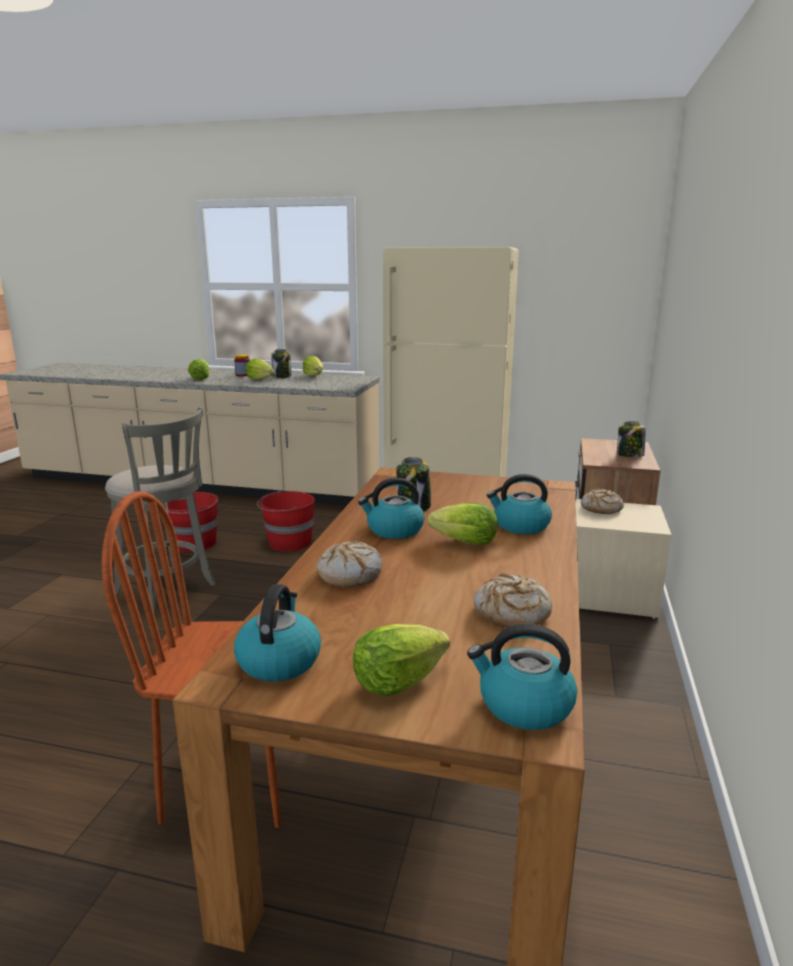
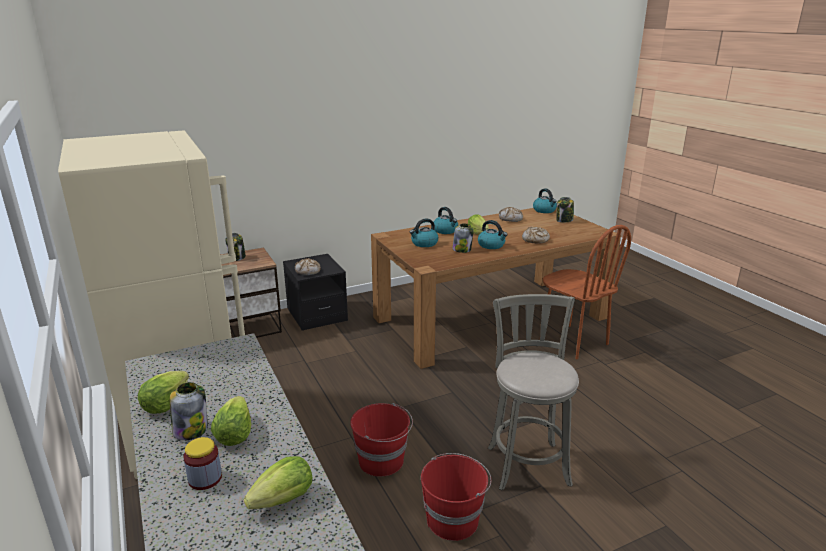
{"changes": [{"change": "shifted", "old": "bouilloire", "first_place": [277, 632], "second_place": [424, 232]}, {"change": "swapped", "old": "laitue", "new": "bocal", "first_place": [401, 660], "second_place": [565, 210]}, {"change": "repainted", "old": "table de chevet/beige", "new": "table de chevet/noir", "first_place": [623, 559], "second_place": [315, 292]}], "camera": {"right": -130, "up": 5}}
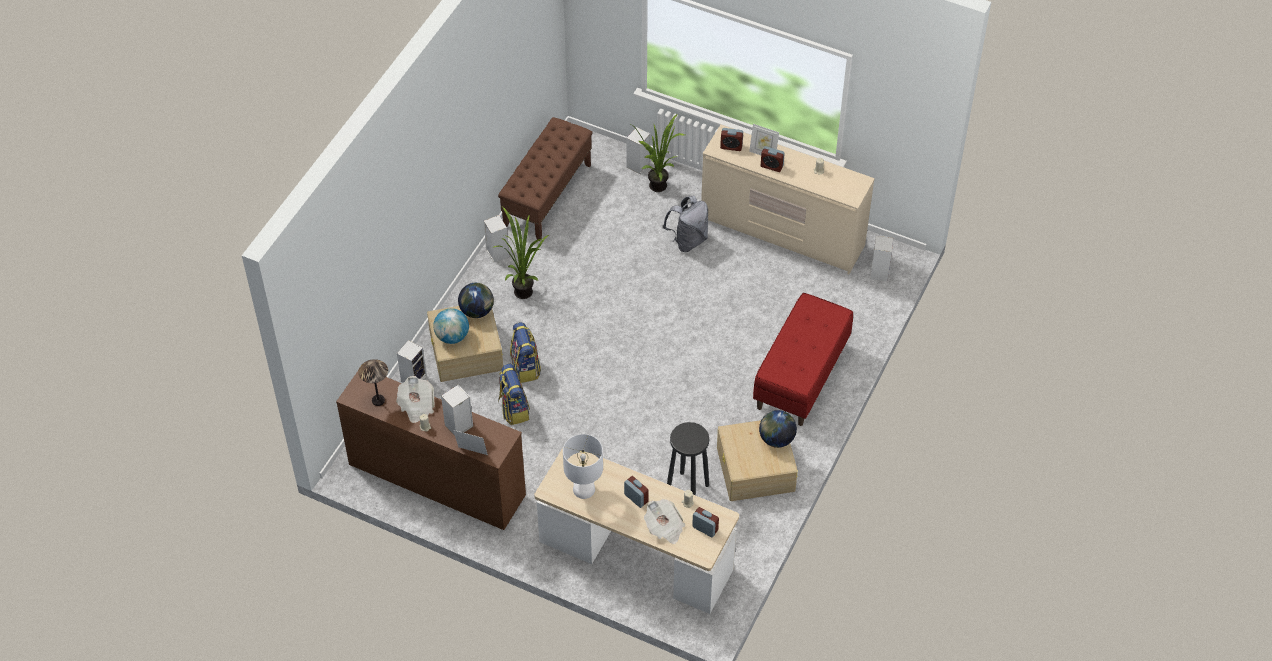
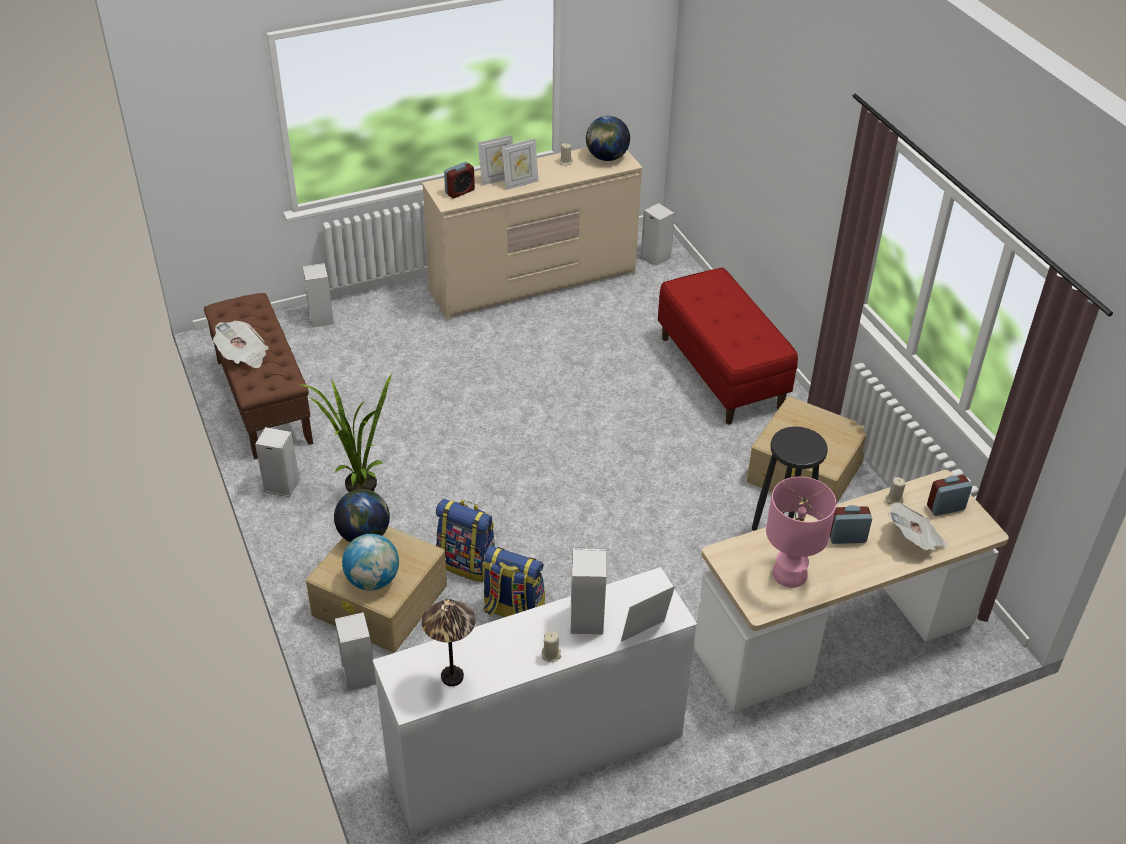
{"changes": [{"change": "repainted", "old": "commode/marron", "new": "commode/blanc", "first_place": [431, 450], "second_place": [535, 701]}, {"change": "shifted", "old": "journal", "first_place": [415, 399], "second_place": [241, 344]}, {"change": "repainted", "old": "lampe de table/blanc", "new": "lampe de table/rose", "first_place": [583, 466], "second_place": [801, 532]}, {"change": "gone", "old": "plante en pot", "first_place": [658, 153]}, {"change": "gone", "old": "sac à dos/gris", "first_place": [685, 224]}, {"change": "shifted", "old": "globe", "first_place": [778, 429], "second_place": [608, 138]}, {"change": "swapped", "old": "réveil", "new": "cadre photo", "first_place": [773, 159], "second_place": [520, 164]}], "camera": {"right": -50, "up": -10}}
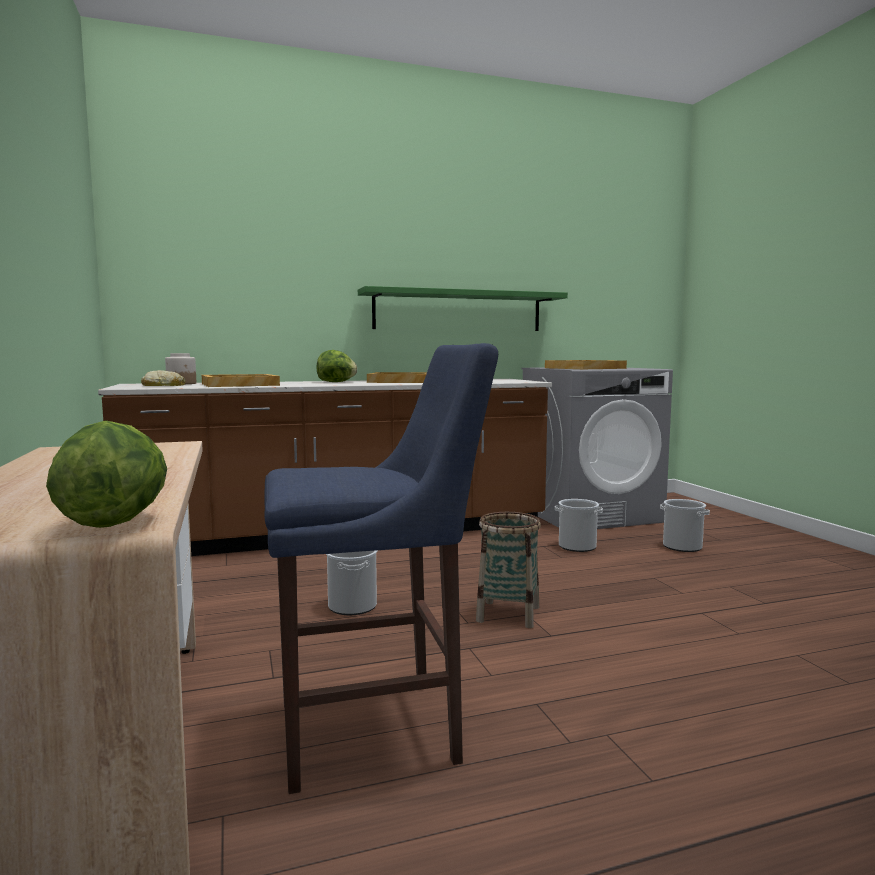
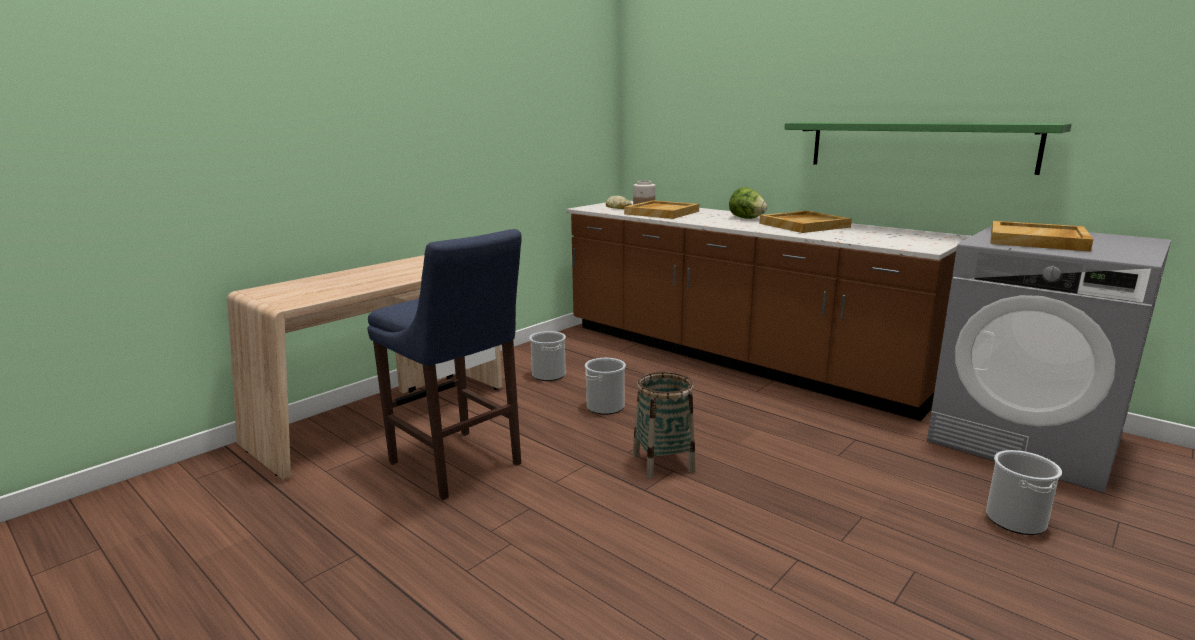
{"changes": [{"change": "gone", "old": "laitue", "first_place": [106, 474]}, {"change": "shifted", "old": "seau", "first_place": [579, 525], "second_place": [547, 356]}], "camera": {"right": 60, "up": 10}}
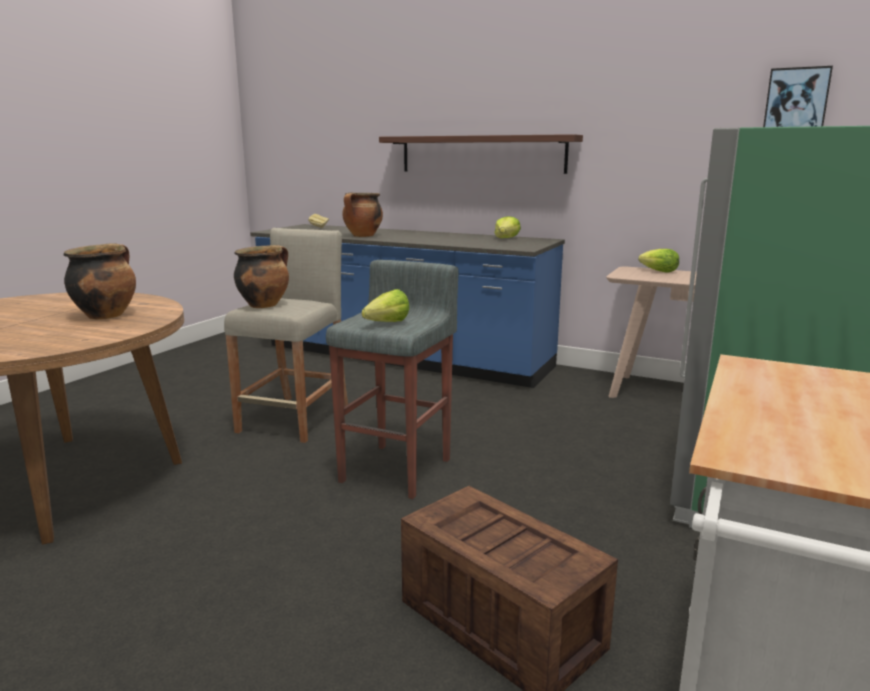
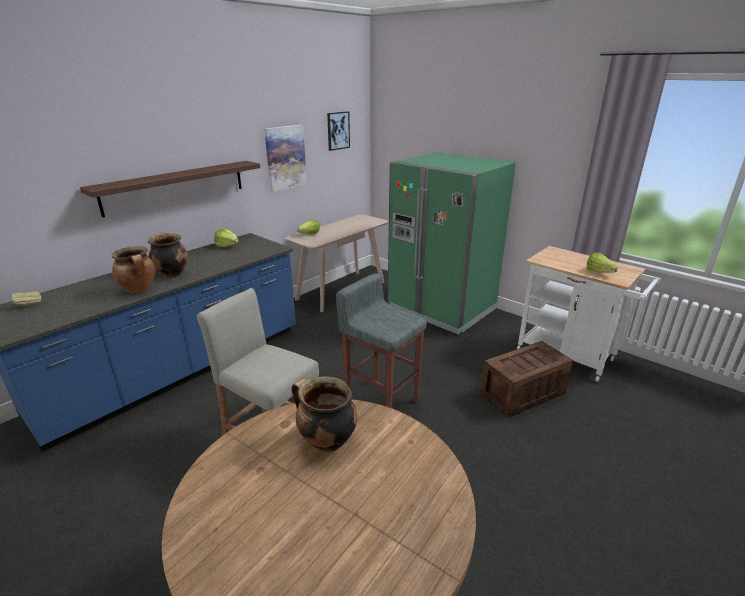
{"changes": [{"change": "shifted", "old": "marmite", "first_place": [261, 276], "second_place": [168, 255]}, {"change": "shifted", "old": "laitue", "first_place": [386, 305], "second_place": [602, 263]}, {"change": "new", "new": "tableau", "second_place": [285, 158]}], "camera": {"right": -75, "up": 10}}
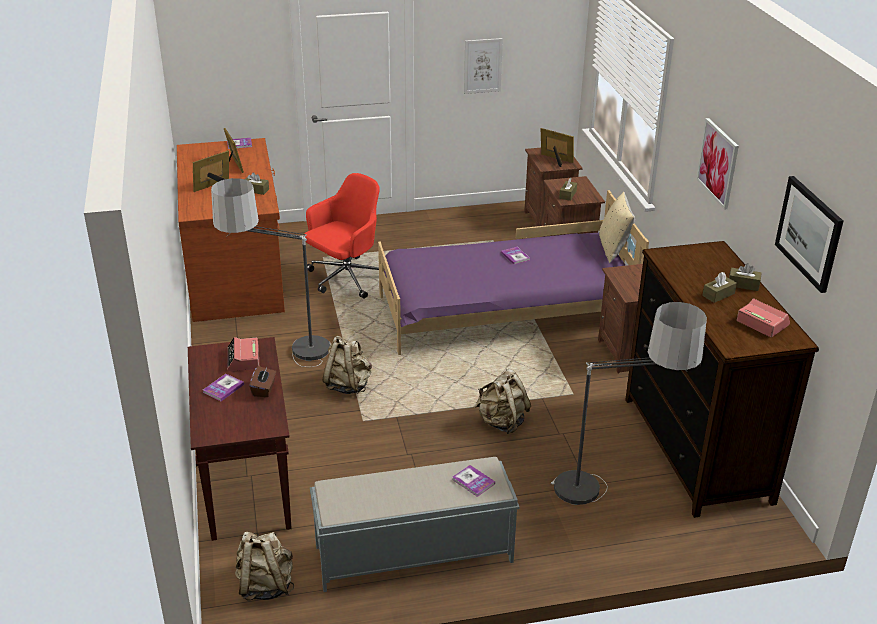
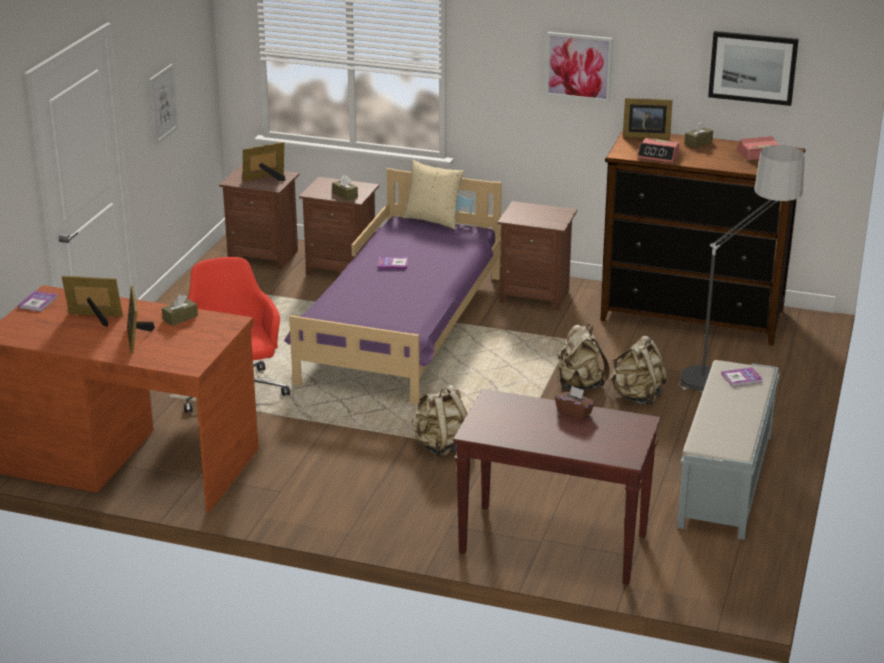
{"changes": [{"change": "gone", "old": "livre", "first_place": [223, 387]}, {"change": "gone", "old": "lampadaire", "first_place": [271, 272]}, {"change": "shifted", "old": "réveil", "first_place": [243, 354], "second_place": [658, 150]}, {"change": "shifted", "old": "sac à dos/beige", "first_place": [264, 566], "second_place": [638, 371]}, {"change": "gone", "old": "boîte à mouchoirs/marron", "first_place": [719, 287]}, {"change": "new", "new": "cadre photo", "second_place": [648, 118]}], "camera": {"right": -60, "up": -5}}
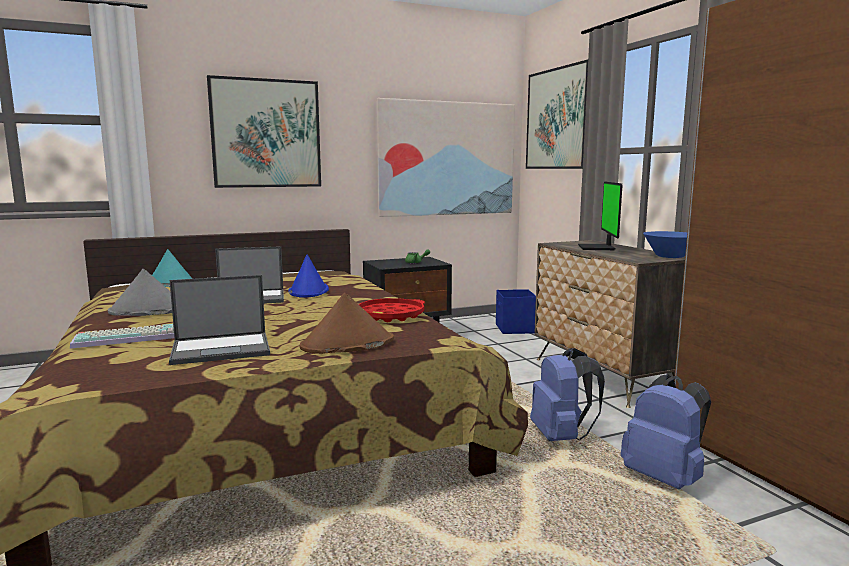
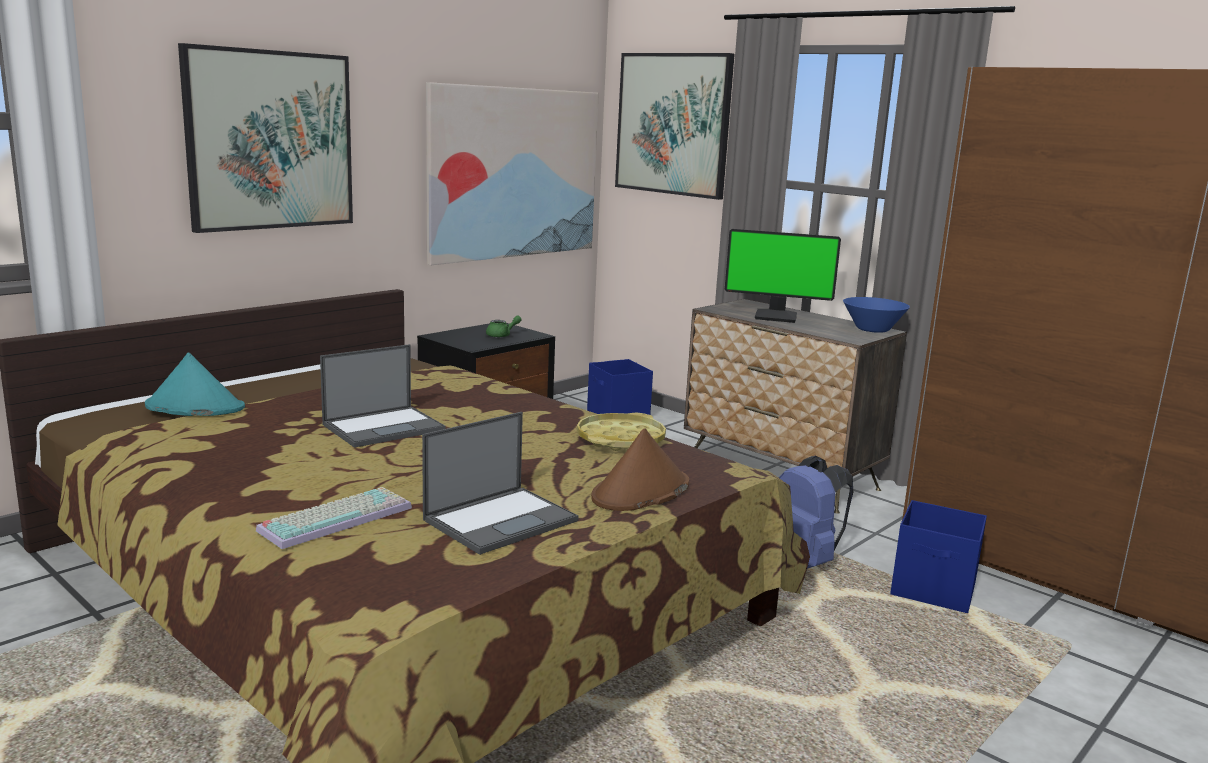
{"changes": [{"change": "gone", "old": "chapeau/gris", "first_place": [140, 292]}, {"change": "gone", "old": "chapeau/bleu", "first_place": [309, 276]}, {"change": "repainted", "old": "plateau/rouge", "new": "plateau/jaune", "first_place": [391, 310], "second_place": [621, 432]}, {"change": "rotated", "old": "écran d'ordinateur", "first_place": [600, 216], "second_place": [783, 276], "degrees": -60}, {"change": "swapped", "old": "sac à dos/bleu", "new": "boîte de rangement/bleu", "first_place": [666, 431], "second_place": [938, 556]}], "camera": {"right": -25, "up": 5}}
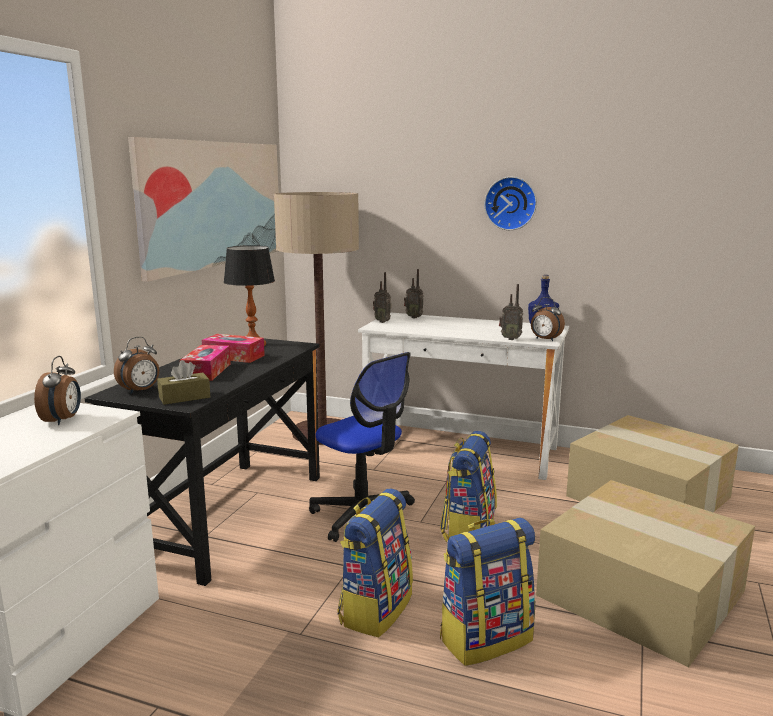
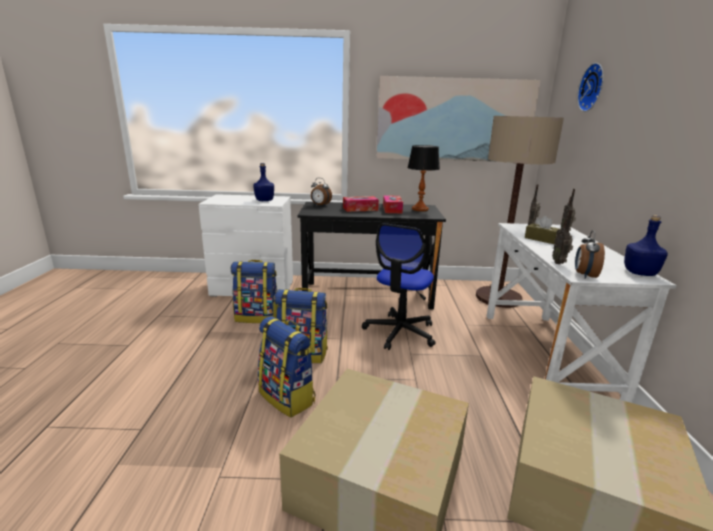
{"changes": [{"change": "swapped", "old": "réveil", "new": "bouteille/bleu", "first_place": [57, 390], "second_place": [263, 182]}, {"change": "shifted", "old": "boîte à mouchoirs/marron", "first_place": [183, 382], "second_place": [542, 230]}, {"change": "shifted", "old": "sac à dos", "first_place": [468, 486], "second_place": [254, 291]}, {"change": "shifted", "old": "horloge murale", "first_place": [510, 203], "second_place": [590, 87]}], "camera": {"right": 70, "up": 5}}
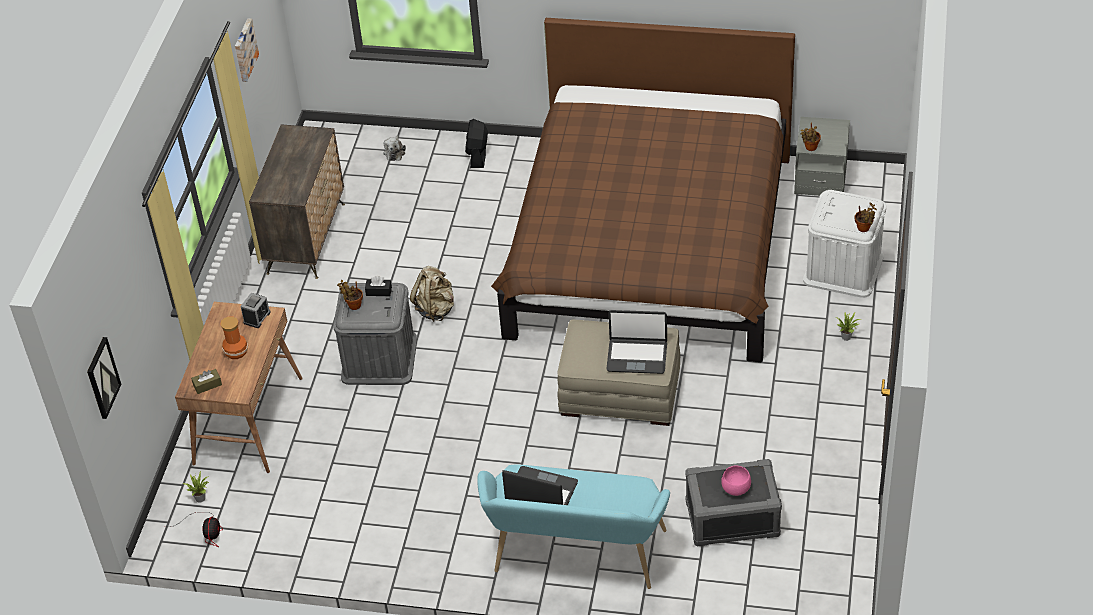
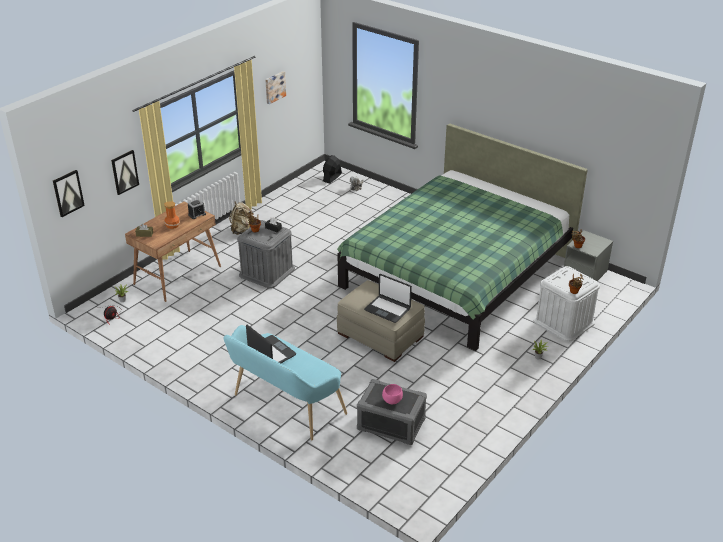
{"changes": [{"change": "gone", "old": "commode", "first_place": [297, 201]}, {"change": "shifted", "old": "sac à dos/beige", "first_place": [432, 294], "second_place": [241, 218]}, {"change": "shifted", "old": "ventilateur/noir", "first_place": [476, 143], "second_place": [332, 169]}, {"change": "repainted", "old": "lit/marron", "new": "lit/vert", "first_place": [643, 190], "second_place": [462, 237]}, {"change": "new", "new": "tableau", "second_place": [125, 172]}], "camera": {"right": 25, "up": -10}}
